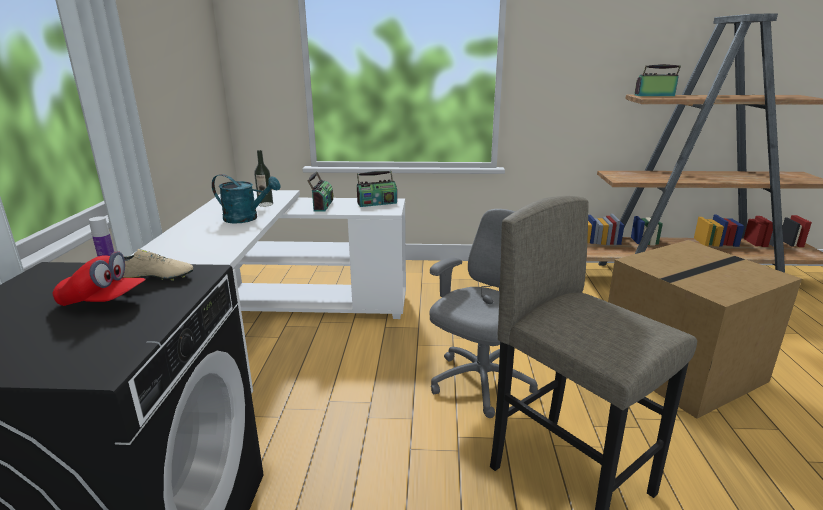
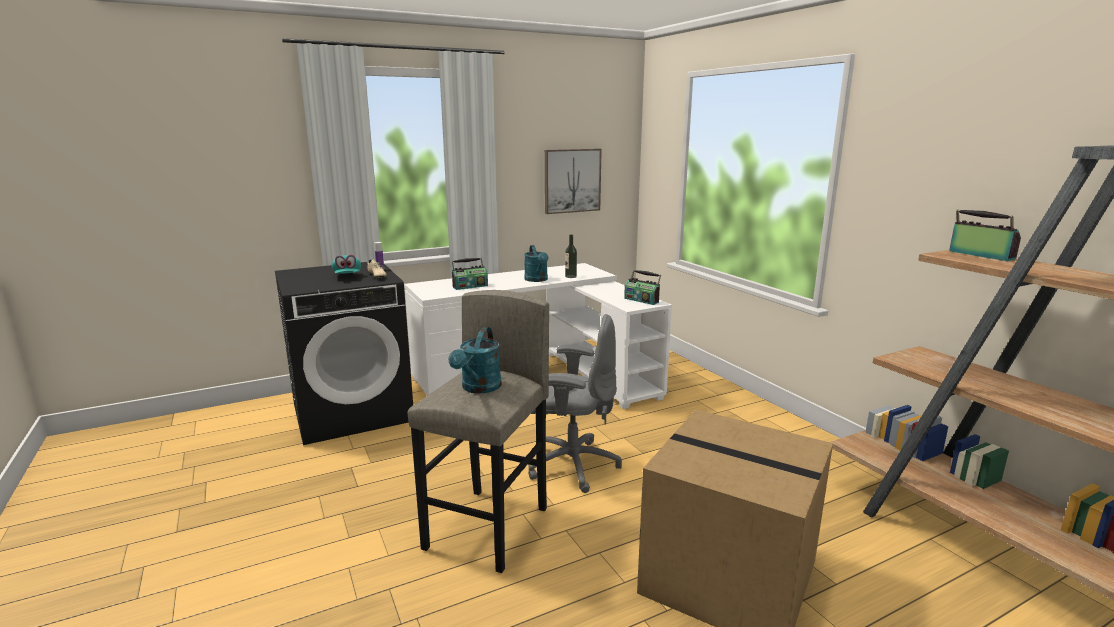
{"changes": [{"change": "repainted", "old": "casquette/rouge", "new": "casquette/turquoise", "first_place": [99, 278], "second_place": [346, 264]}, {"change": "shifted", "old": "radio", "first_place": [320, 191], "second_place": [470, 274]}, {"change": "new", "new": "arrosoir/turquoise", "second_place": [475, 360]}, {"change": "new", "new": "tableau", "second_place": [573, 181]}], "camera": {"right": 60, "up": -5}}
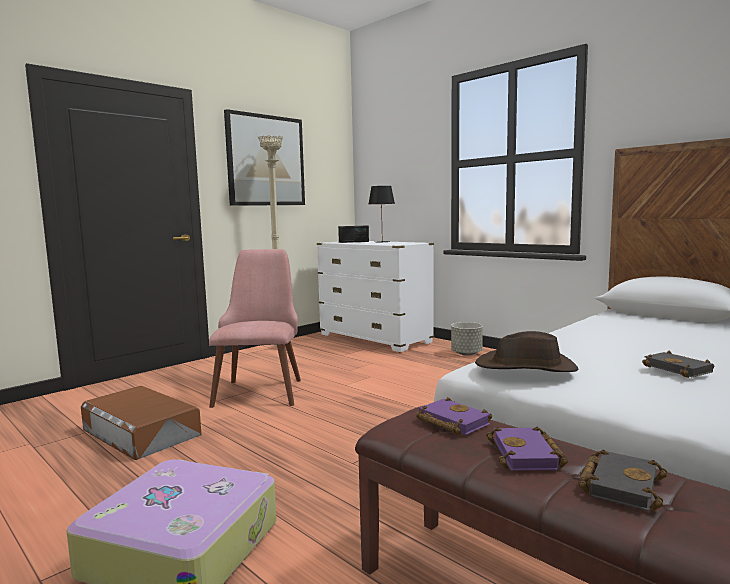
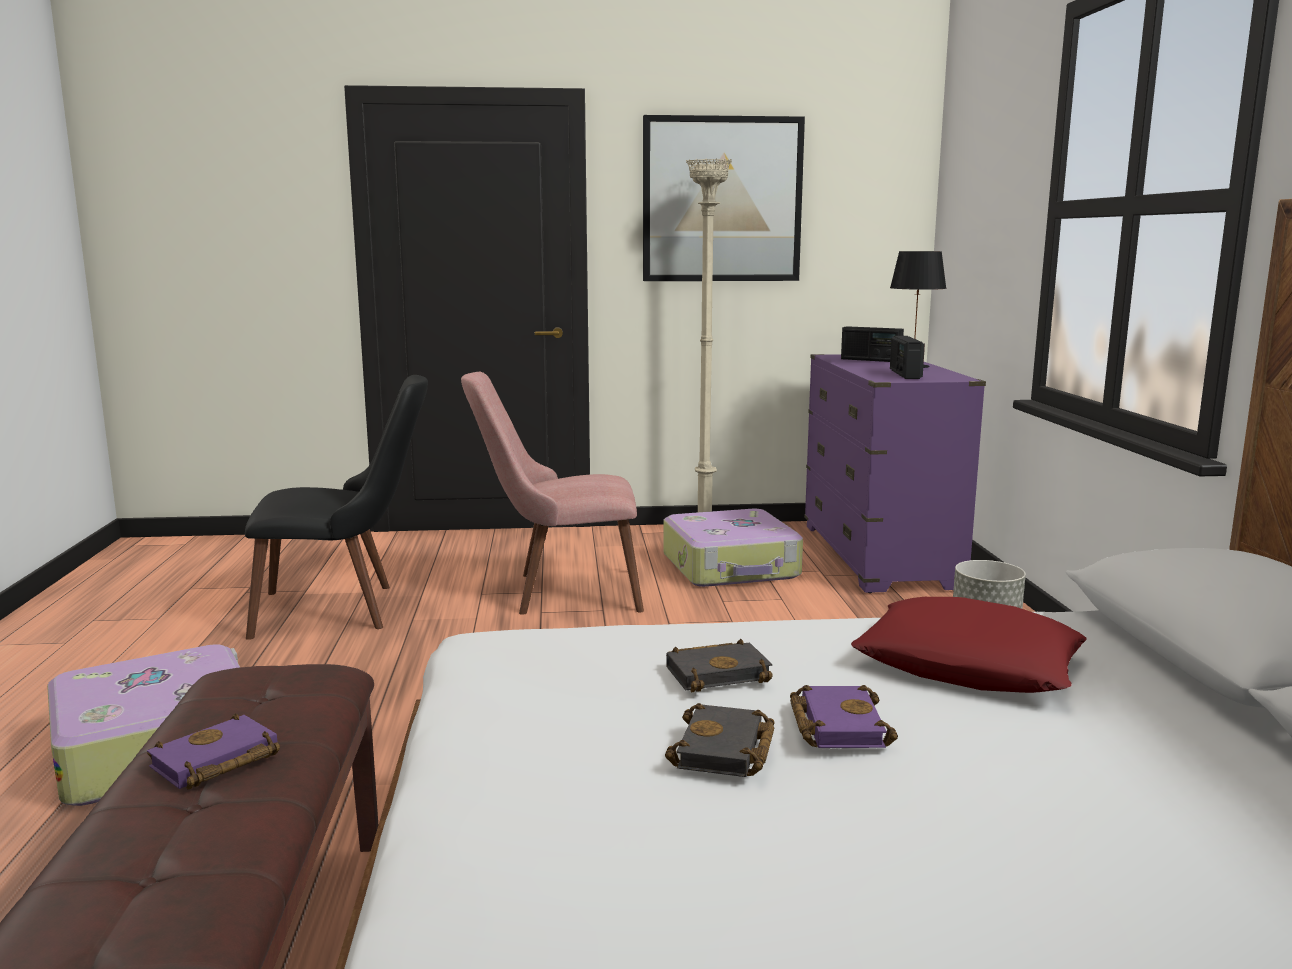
{"changes": [{"change": "swapped", "old": "boîte de rangement/marron", "new": "chaise/noir", "first_place": [141, 423], "second_place": [336, 507]}, {"change": "rotated", "old": "chaise/rose", "first_place": [255, 328], "second_place": [552, 493], "degrees": -135}, {"change": "repainted", "old": "commode/blanc", "new": "commode/violet", "first_place": [375, 296], "second_place": [895, 473]}, {"change": "shifted", "old": "livre/violet", "first_place": [454, 416], "second_place": [844, 716]}, {"change": "gone", "old": "chapeau/marron", "first_place": [526, 351]}, {"change": "shifted", "old": "livre/noir", "first_place": [623, 480], "second_place": [719, 665]}, {"change": "new", "new": "valise", "second_place": [733, 548]}, {"change": "new", "new": "coussin/rouge", "second_place": [969, 645]}, {"change": "new", "new": "radio", "second_place": [907, 357]}], "camera": {"right": 40, "up": 5}}
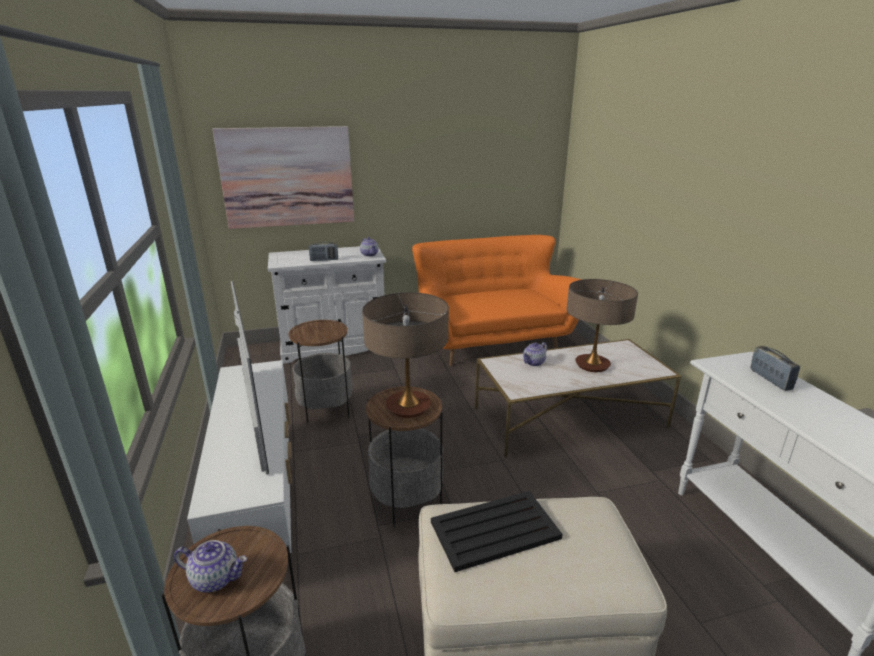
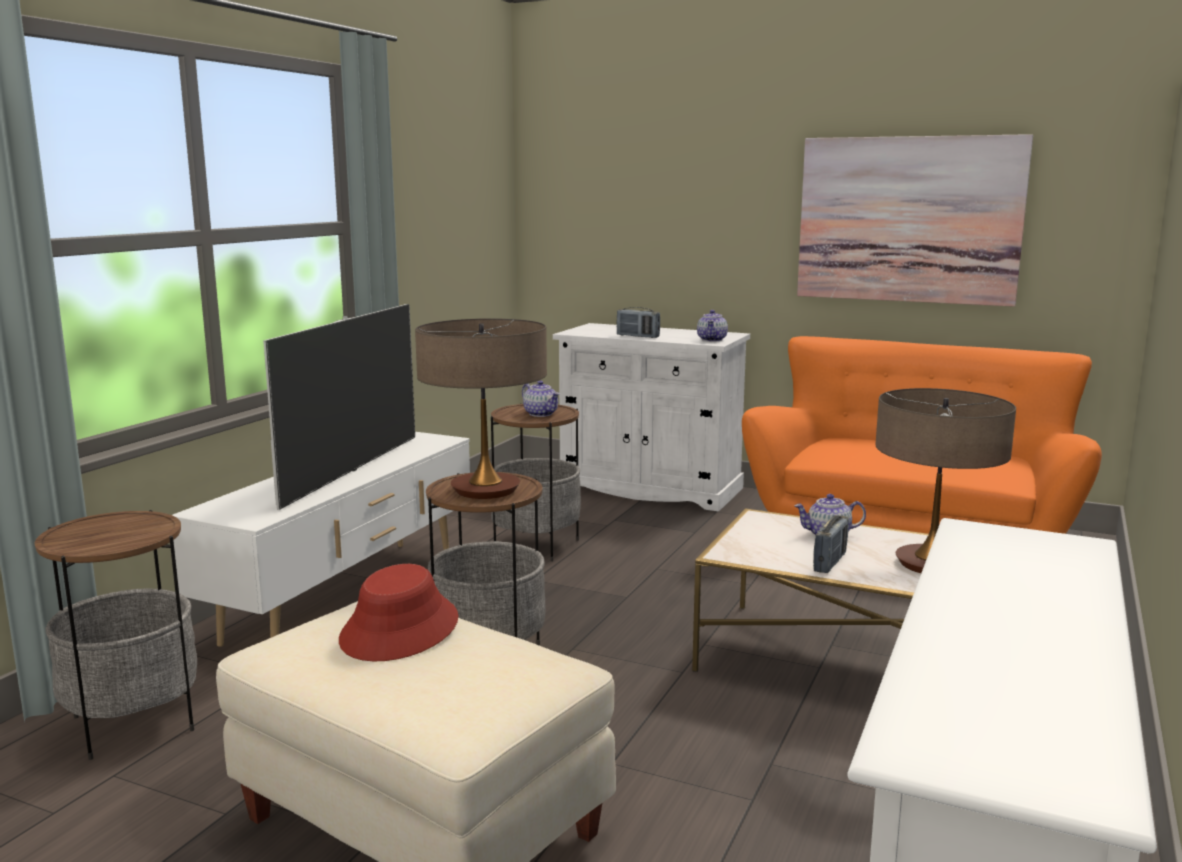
{"changes": [{"change": "shifted", "old": "théière", "first_place": [210, 566], "second_place": [541, 399]}, {"change": "shifted", "old": "tableau", "first_place": [283, 177], "second_place": [915, 220]}, {"change": "swapped", "old": "plateau/noir", "new": "chapeau/rouge", "first_place": [497, 531], "second_place": [399, 612]}, {"change": "shifted", "old": "radio", "first_place": [775, 368], "second_place": [831, 544]}], "camera": {"right": 40, "up": -10}}
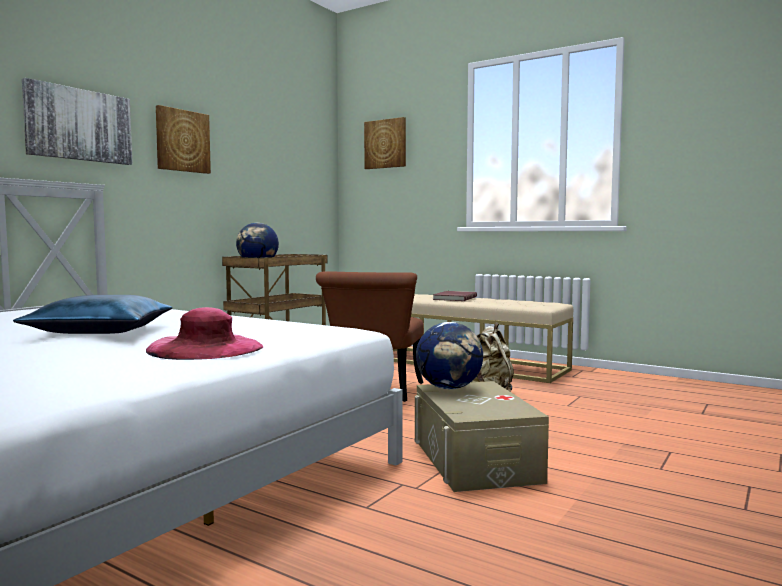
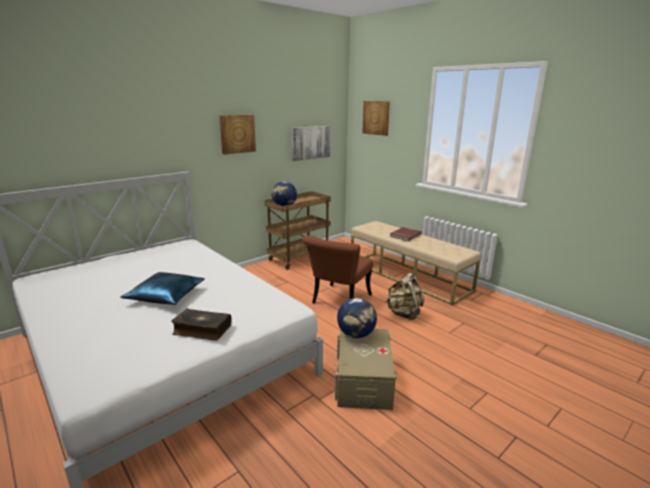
{"changes": [{"change": "shifted", "old": "tableau", "first_place": [77, 121], "second_place": [311, 143]}, {"change": "swapped", "old": "chapeau/rose", "new": "livre", "first_place": [204, 333], "second_place": [201, 325]}], "camera": {"right": 15, "up": 15}}
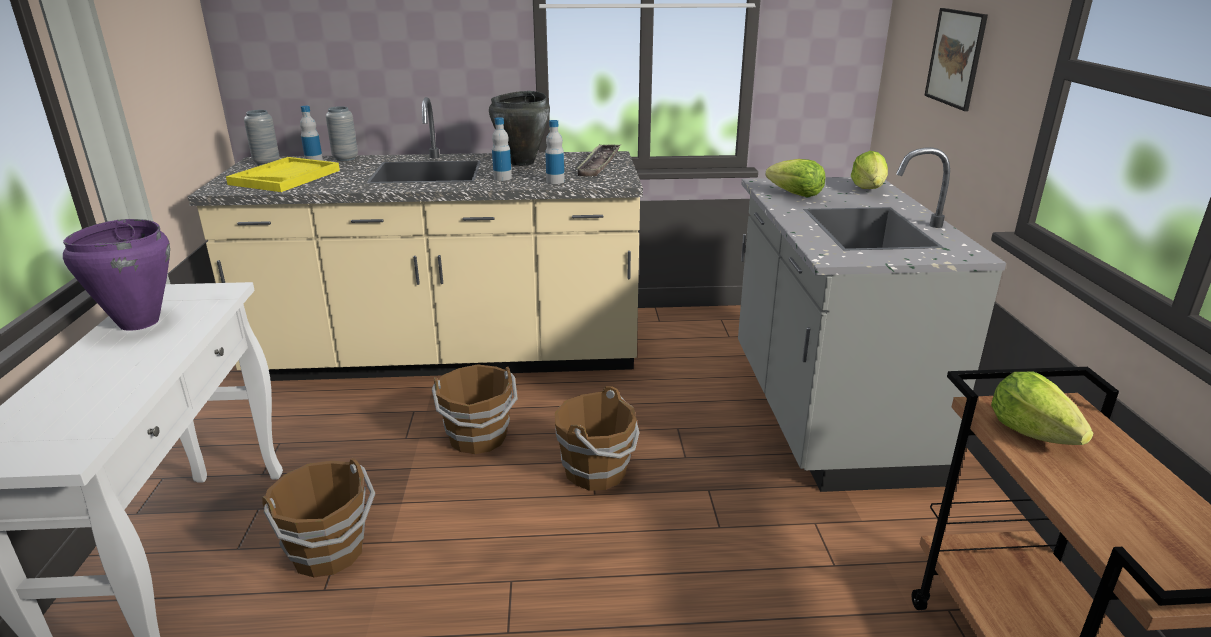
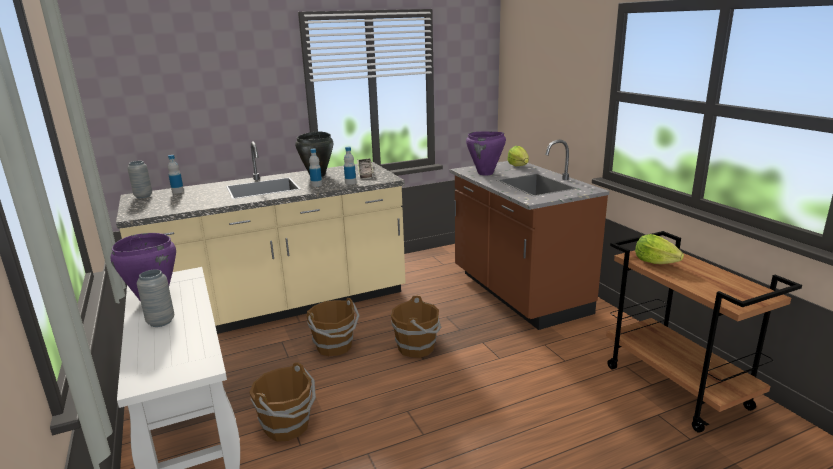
{"changes": [{"change": "gone", "old": "plateau/jaune", "first_place": [283, 174]}, {"change": "shifted", "old": "vase/gris", "first_place": [342, 133], "second_place": [155, 298]}, {"change": "repainted", "old": "comptoir de cuisine/gris", "new": "comptoir de cuisine/marron", "first_place": [872, 319], "second_place": [529, 234]}, {"change": "swapped", "old": "laitue", "new": "marmite/violet", "first_place": [795, 178], "second_place": [486, 153]}, {"change": "gone", "old": "tableau", "first_place": [956, 59]}], "camera": {"right": -20, "up": -5}}
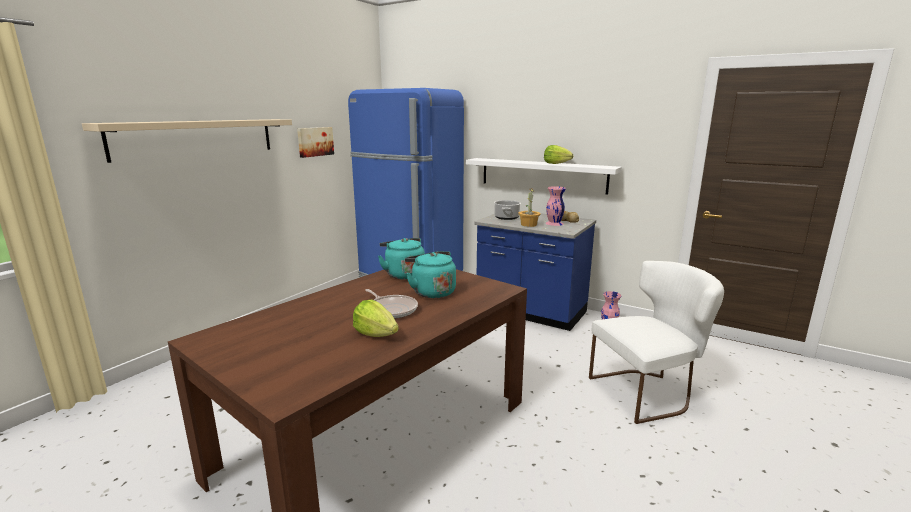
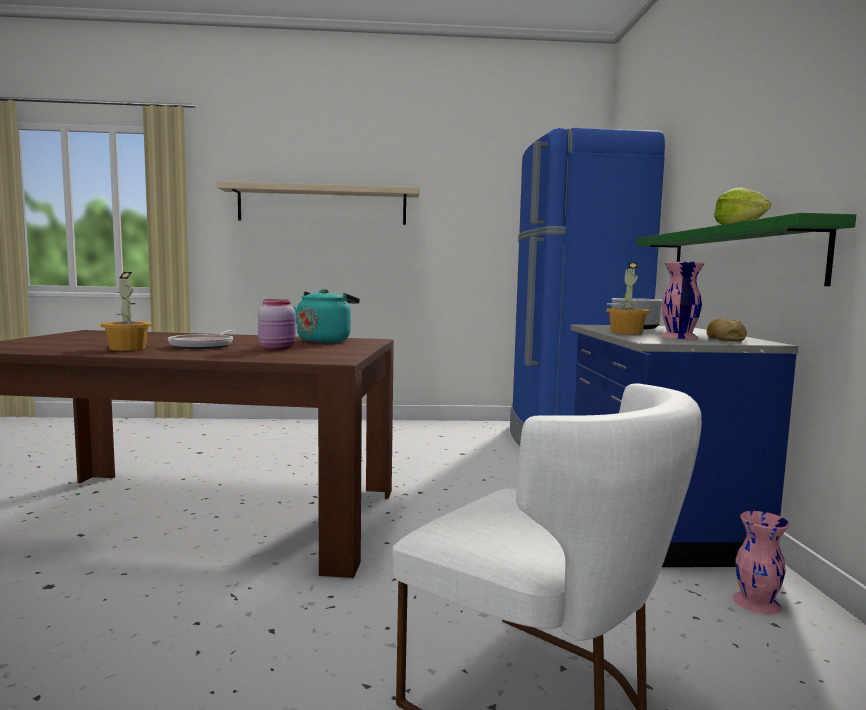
{"changes": [{"change": "gone", "old": "tableau", "first_place": [315, 142]}, {"change": "swapped", "old": "laitue", "new": "plante en pot", "first_place": [376, 318], "second_place": [126, 311]}, {"change": "swapped", "old": "bouilloire/turquoise", "new": "bocal/rose", "first_place": [430, 274], "second_place": [277, 324]}, {"change": "repainted", "old": "étagère/blanc", "new": "étagère/vert", "first_place": [544, 176], "second_place": [746, 249]}], "camera": {"right": 55, "up": -10}}
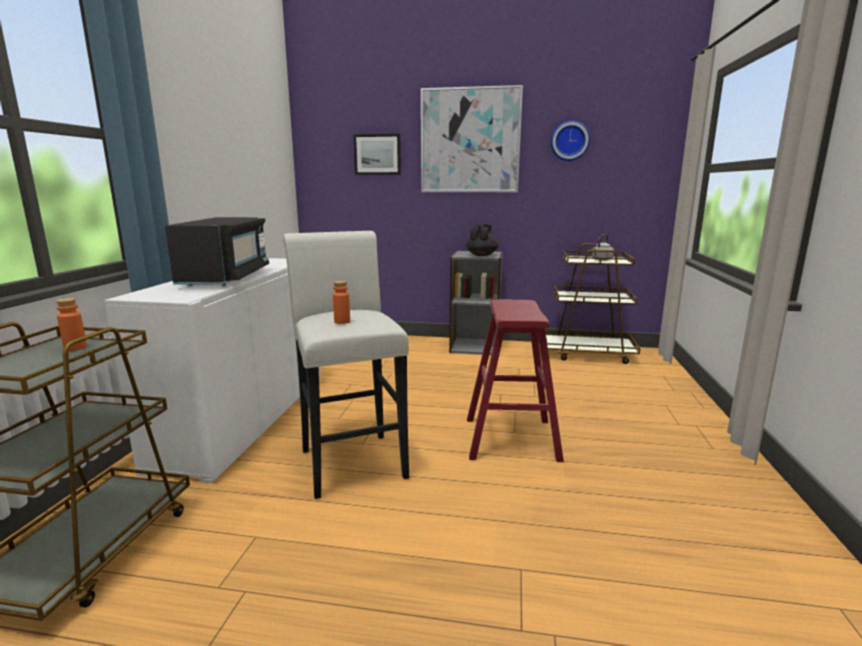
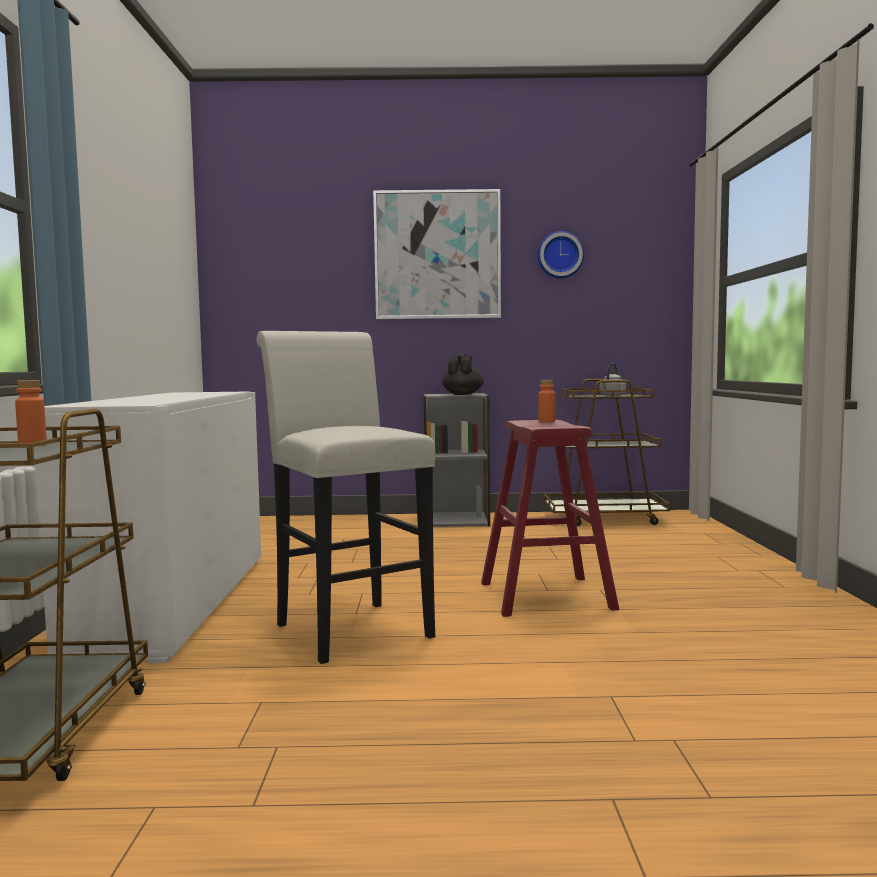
{"changes": [{"change": "gone", "old": "micro-ondes/noir", "first_place": [217, 251]}, {"change": "shifted", "old": "bouteille/orange", "first_place": [341, 302], "second_place": [547, 401]}, {"change": "gone", "old": "tableau", "first_place": [377, 154]}], "camera": {"right": -10, "up": -10}}
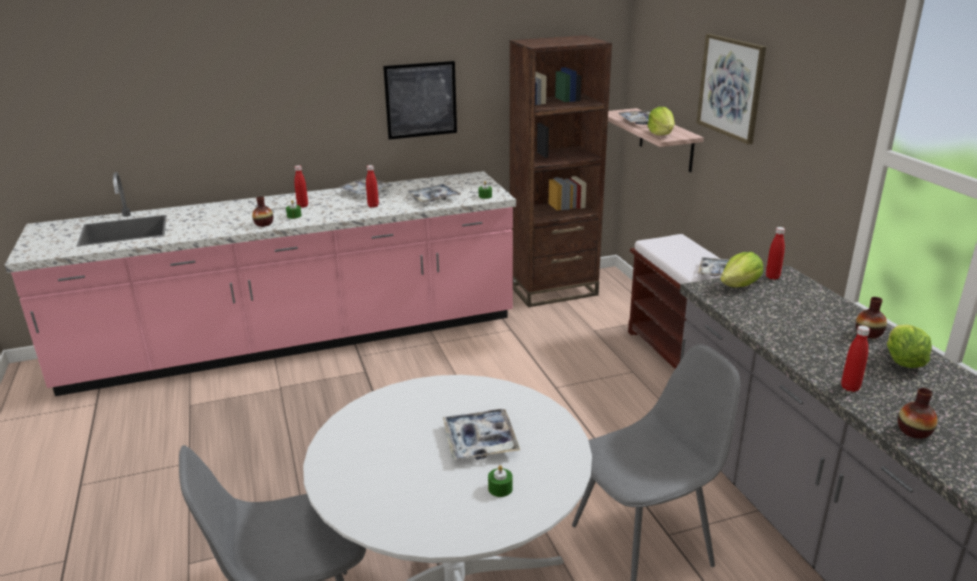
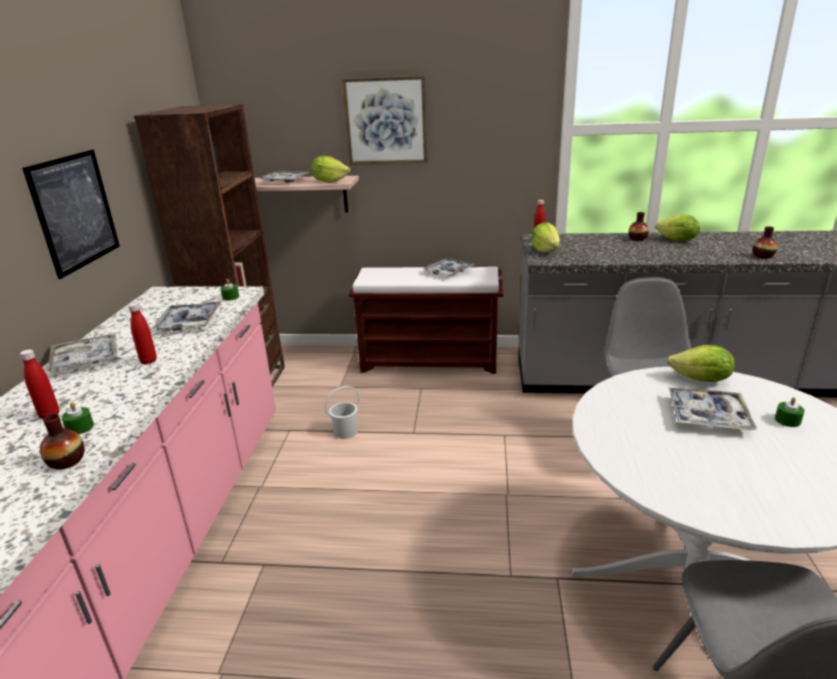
{"changes": [{"change": "gone", "old": "bouteille/rouge", "first_place": [855, 359]}, {"change": "new", "new": "seau/blanc", "second_place": [342, 412]}, {"change": "new", "new": "laitue", "second_place": [701, 363]}], "camera": {"right": -65, "up": 0}}
